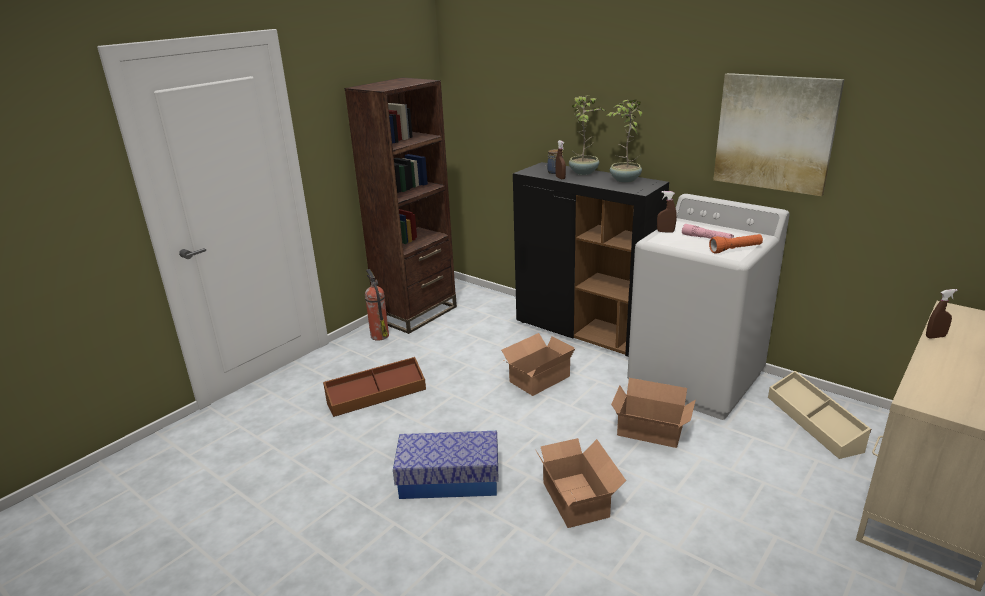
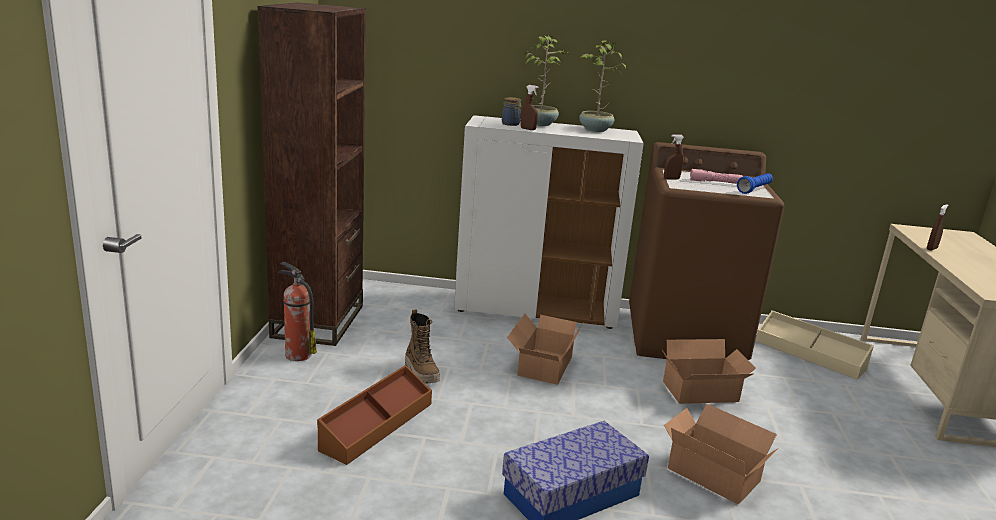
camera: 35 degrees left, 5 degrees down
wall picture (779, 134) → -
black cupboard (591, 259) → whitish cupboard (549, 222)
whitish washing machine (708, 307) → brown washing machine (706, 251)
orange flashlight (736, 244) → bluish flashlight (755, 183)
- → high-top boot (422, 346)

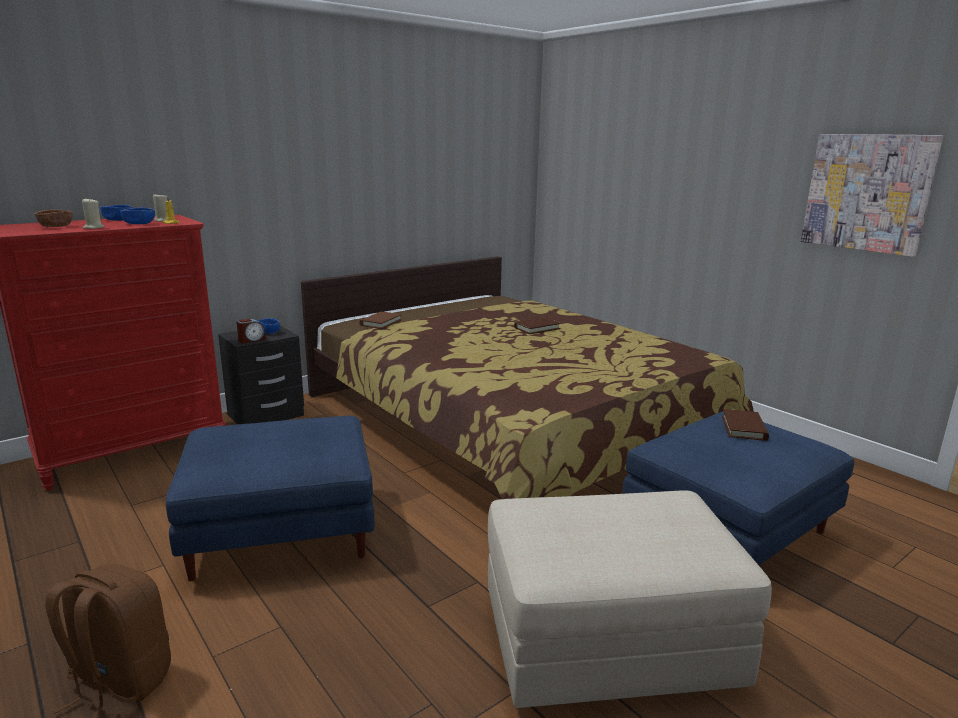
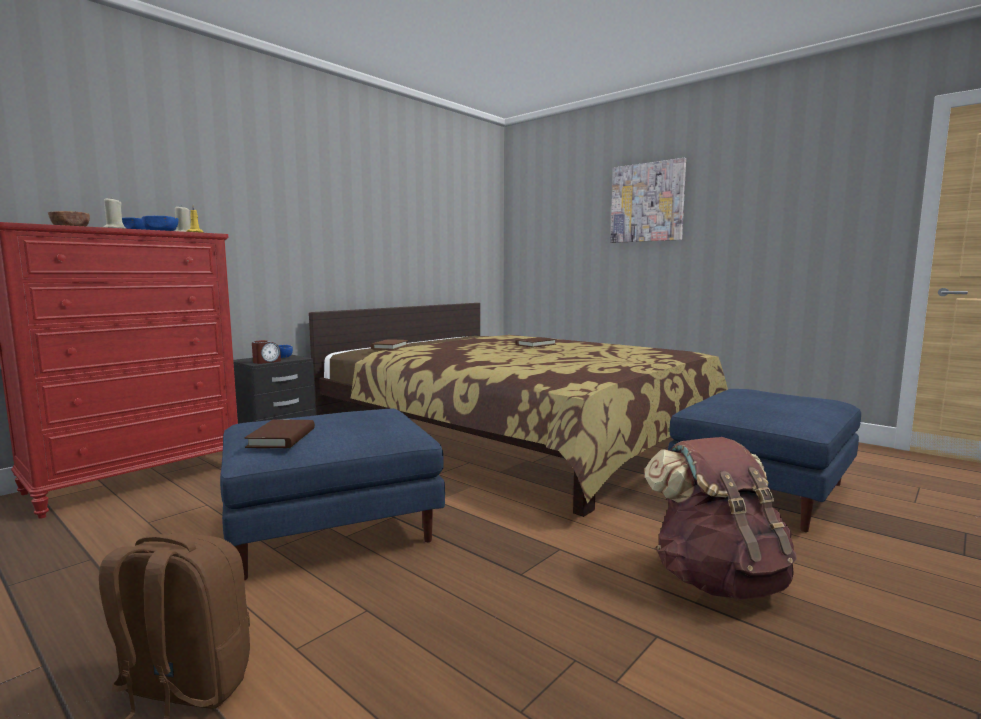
camera: 10 degrees left, 10 degrees down
wall picture (872, 195) → wall picture (648, 200), moved
brown volume (745, 425) → brown volume (279, 434), moved
beige-coloured ottoman (630, 599) → brown backpack (721, 518)

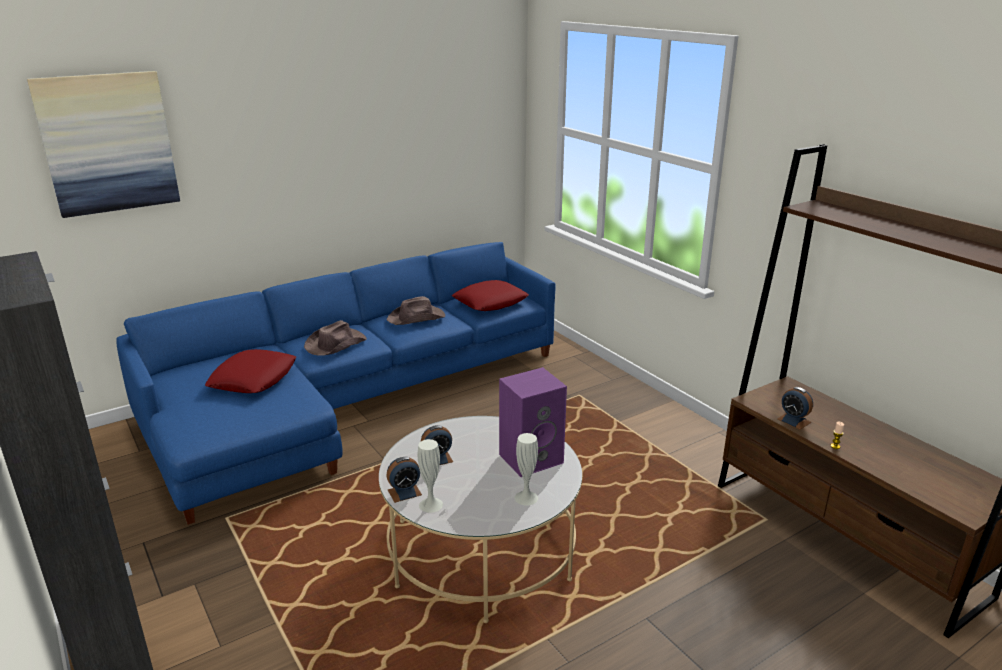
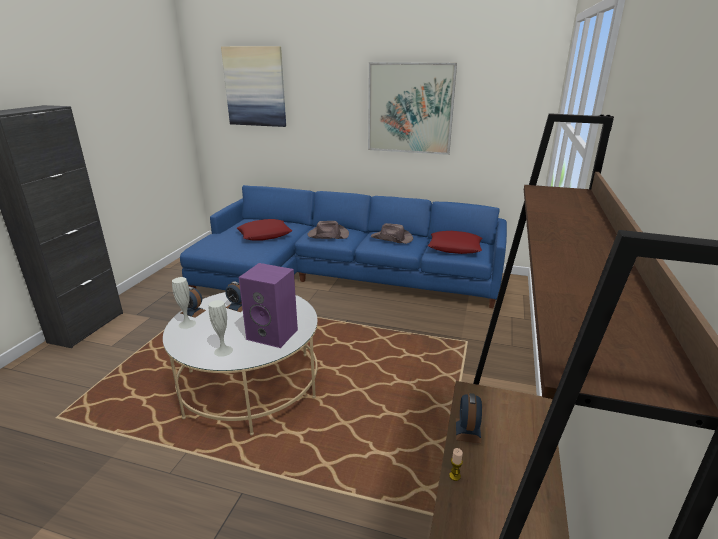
camera: 50 degrees right, 0 degrees up
- → wall picture (412, 108)

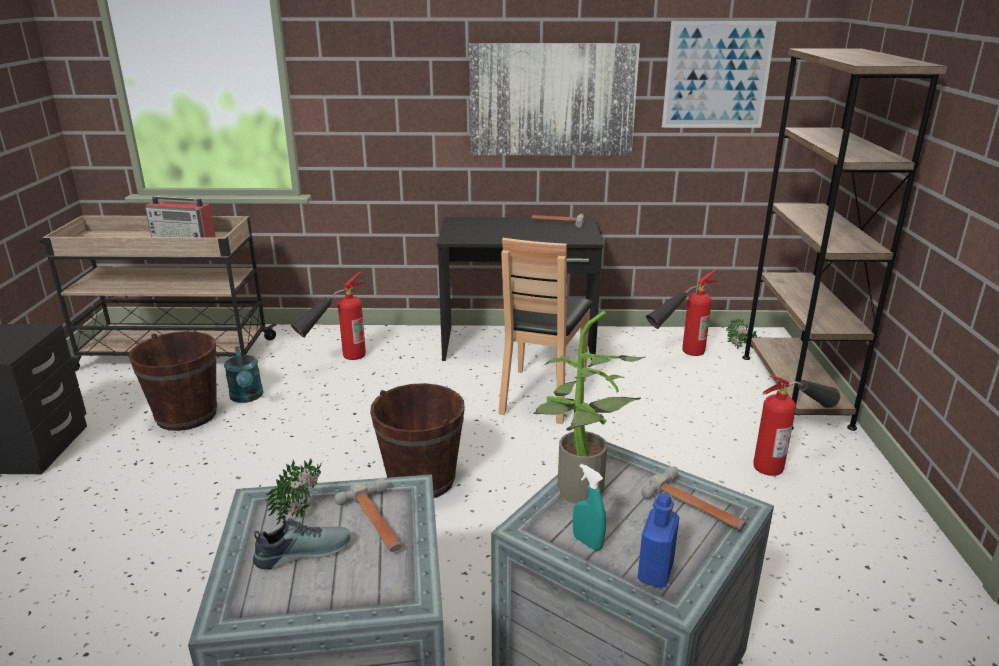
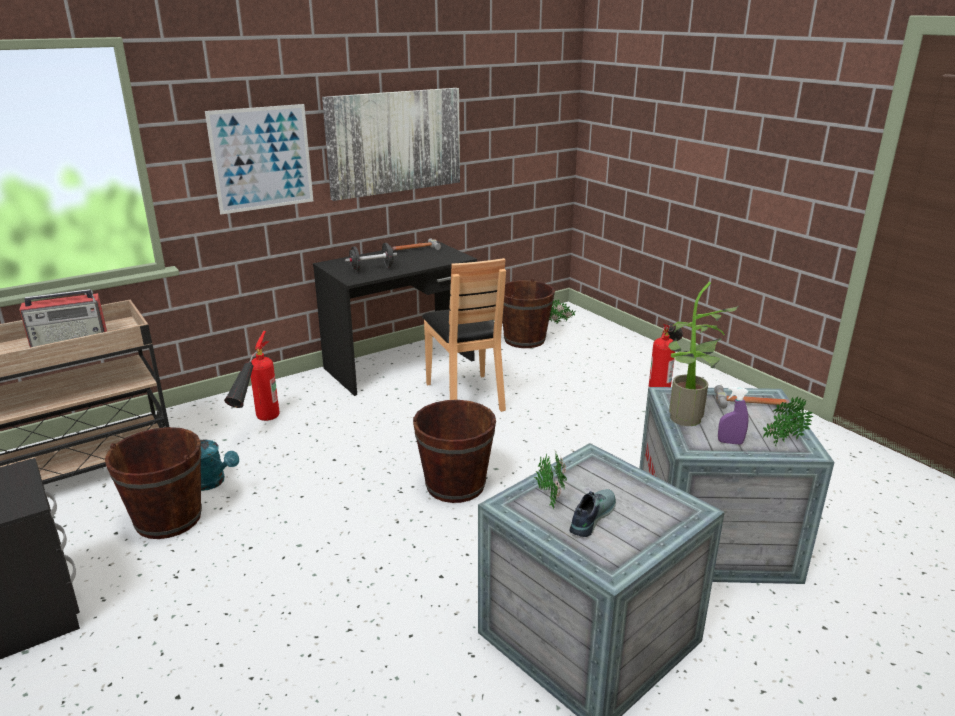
camera: 35 degrees left, 0 degrees up
wall picture (719, 74) → wall picture (259, 159), moved
brown bookcase (844, 239) → -
fire extinguisher (682, 313) → brown pail (528, 313)
turquoise sprayer (589, 507) → purple sprayer (733, 416)
hand hammer (368, 514) → -
bluish beverage bottle (658, 540) → potted plant (788, 421)
- → black free weight (371, 257)

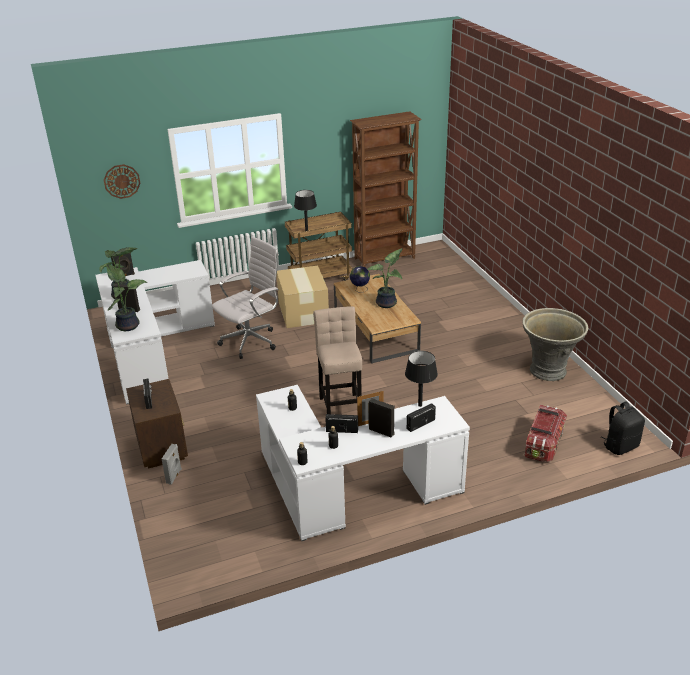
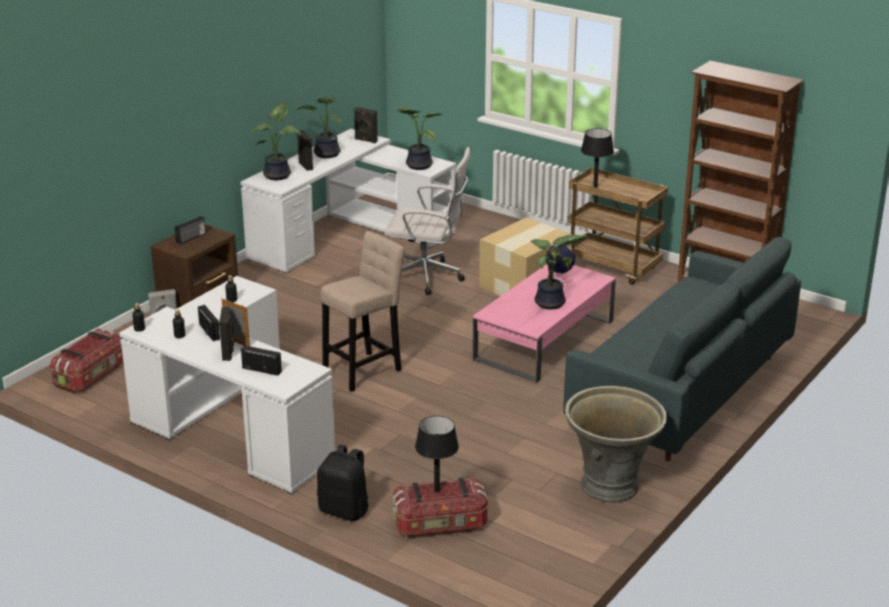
camera: 55 degrees right, 5 degrees down
clock on the wall (122, 181) → -
brown coffee table (377, 319) → pink-coloured coffee table (544, 323)
black table lamp (421, 379) → black table lamp (437, 454), moved
black backpack (623, 428) → black backpack (343, 482), moved
- → potted plant (419, 138)
- → grey sofa (682, 349)
- → storage bin (86, 360)

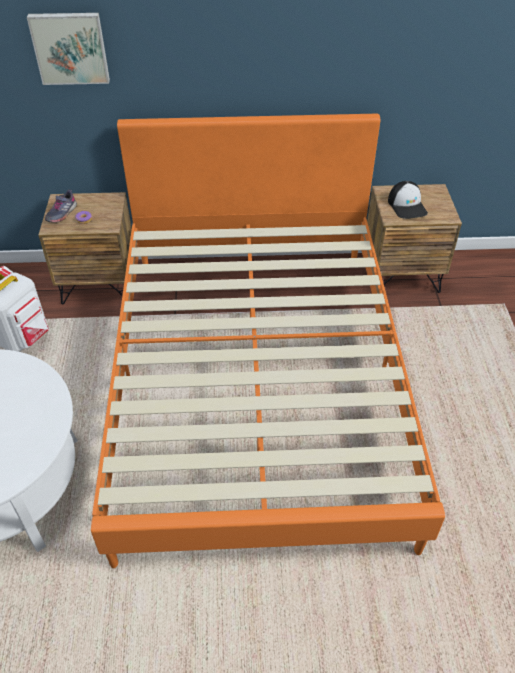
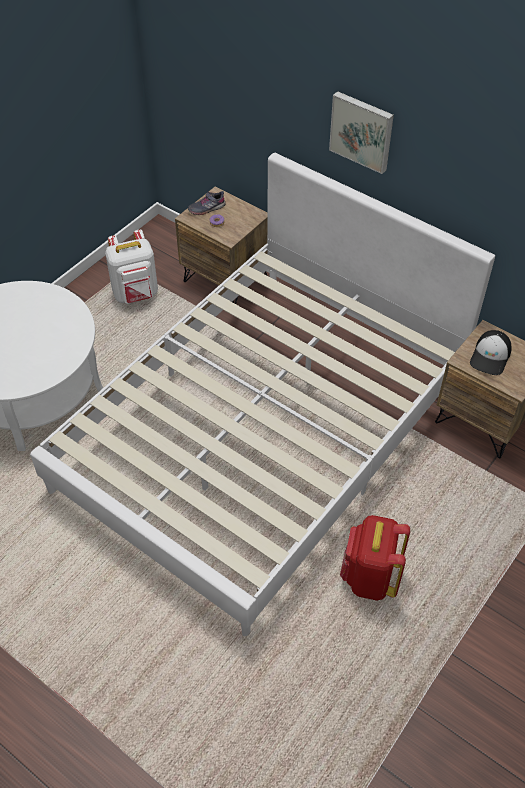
camera: 40 degrees right, 5 degrees up
wall picture (68, 49) → wall picture (361, 132), moved
orange sleeping bed (268, 340) → whitish sleeping bed (262, 394)
- → red backpack (375, 558)

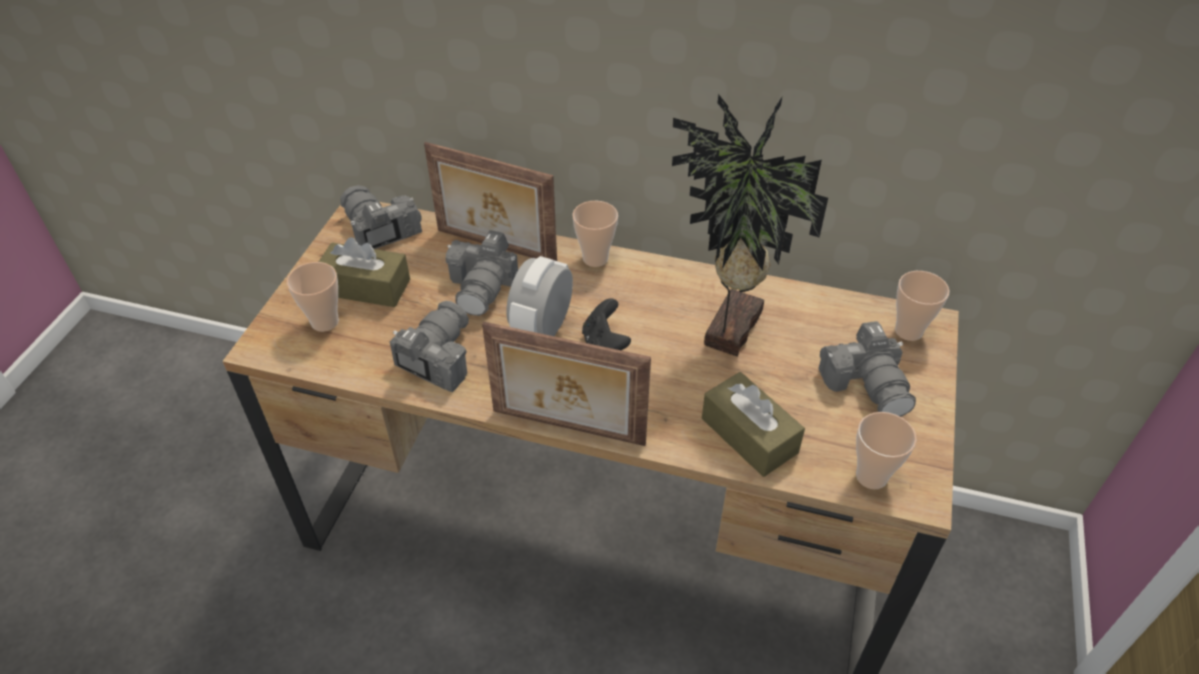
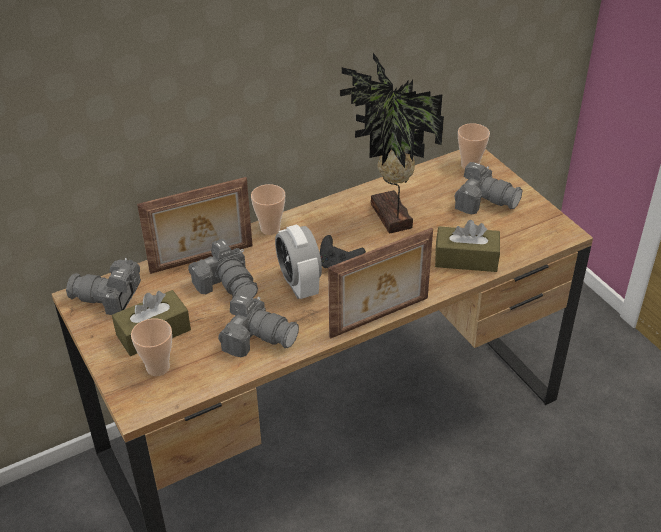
camera: 45 degrees left, 5 degrees down
photo camera (429, 347) → photo camera (258, 325), 135 degrees clockwise
small cup (886, 450) → -

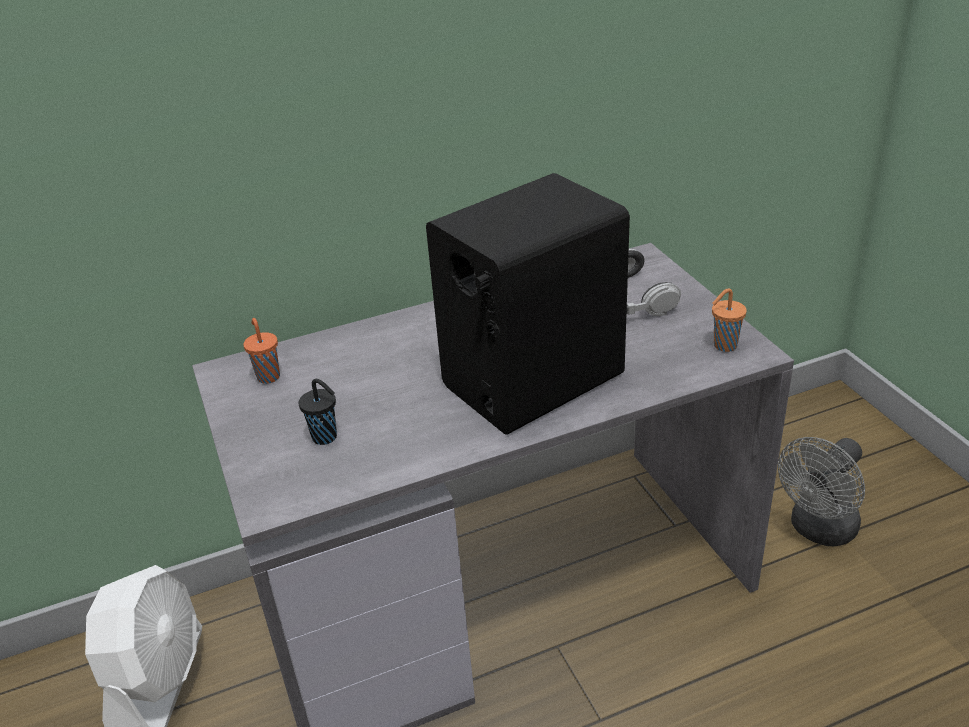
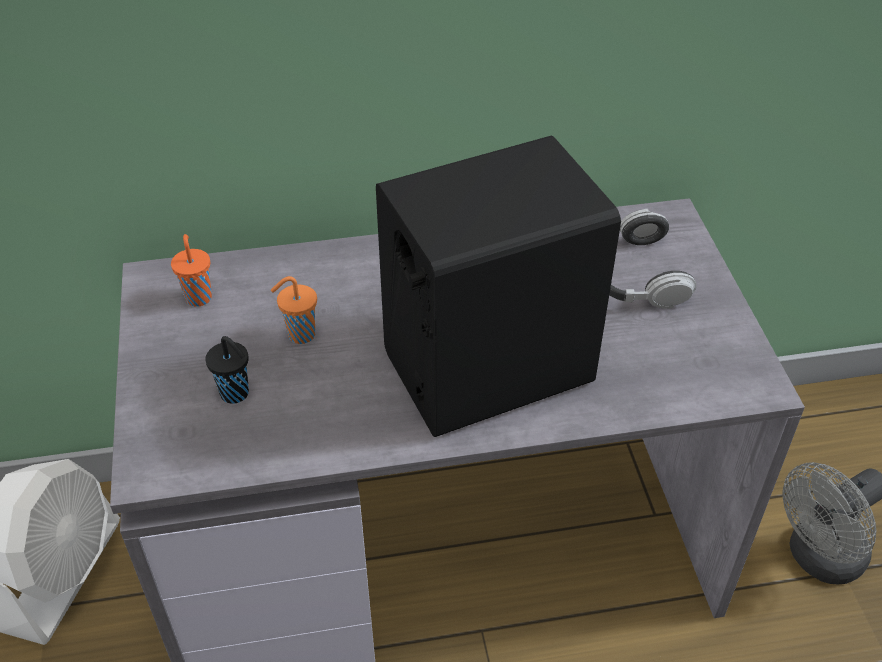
camera: 10 degrees right, 10 degrees up
orange small cup (729, 320) → orange small cup (294, 310), moved

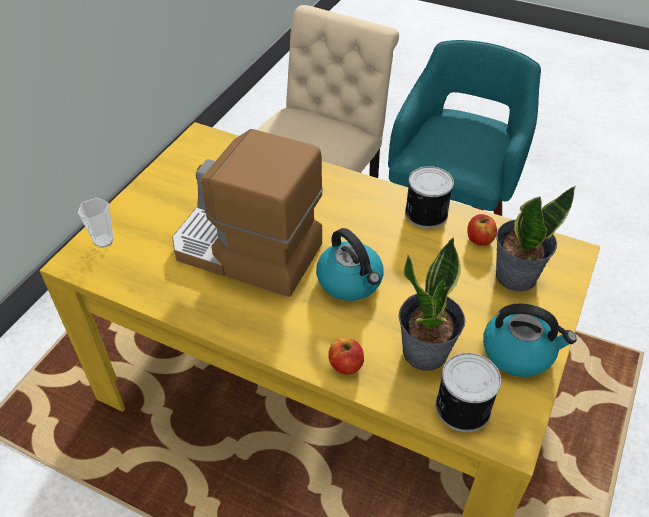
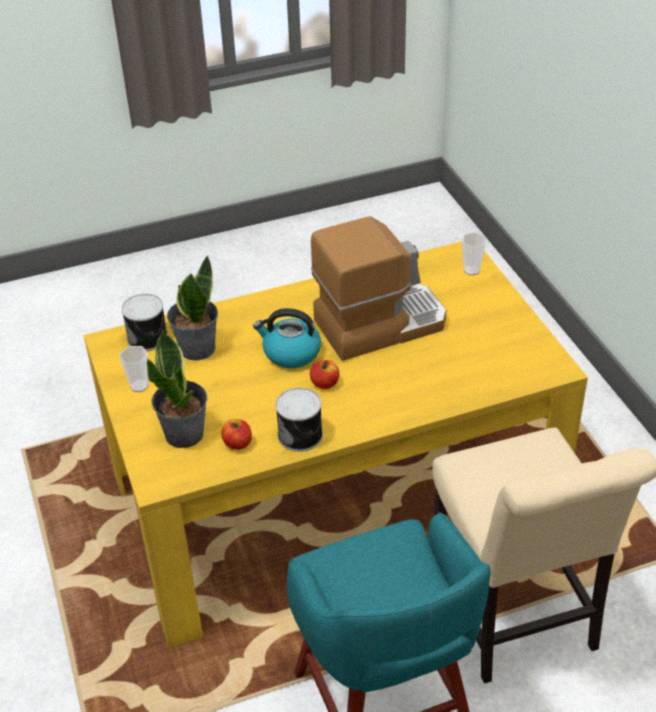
camera: 135 degrees right, 5 degrees down
kettle (530, 340) → small cup (134, 369)
whole apple (346, 356) → whole apple (324, 374), moved

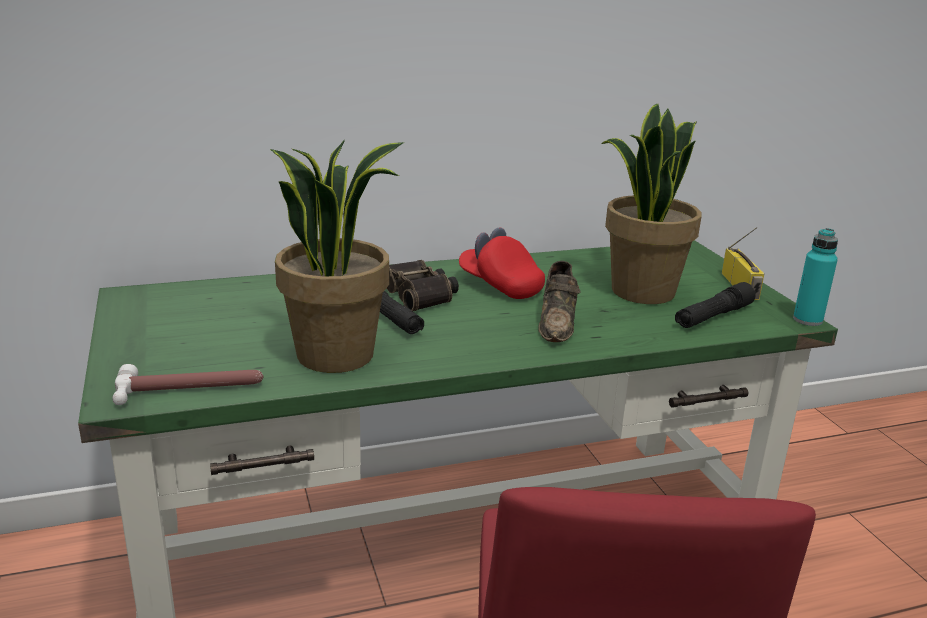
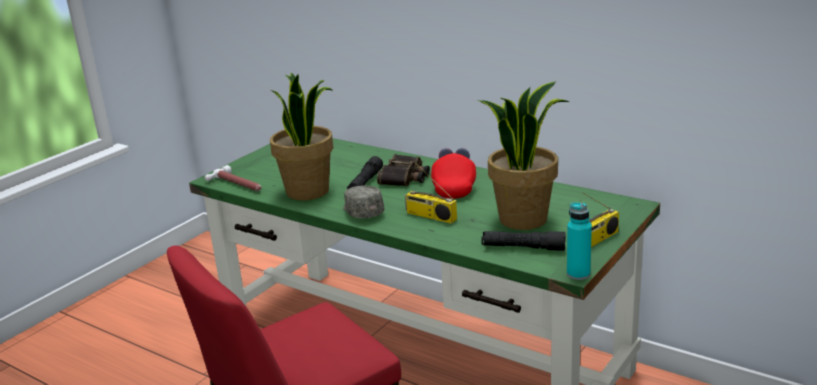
camera: 55 degrees right, 0 degrees up
brown low shoe (560, 301) → radio (431, 193)
- → grey peaked cap (363, 202)

